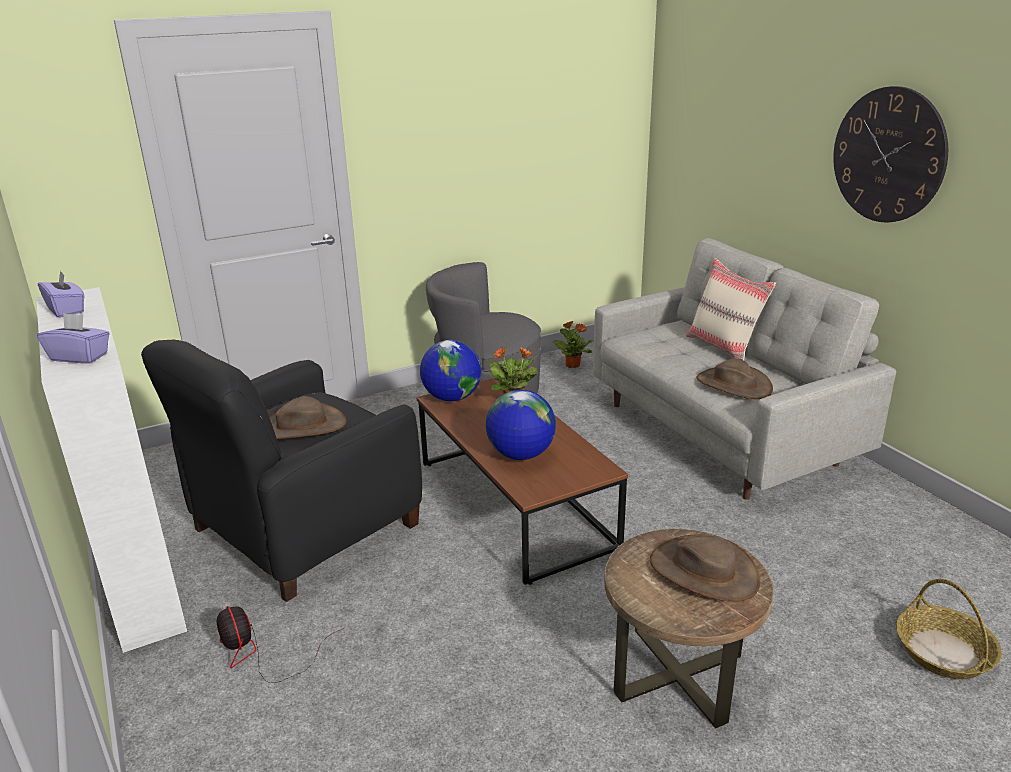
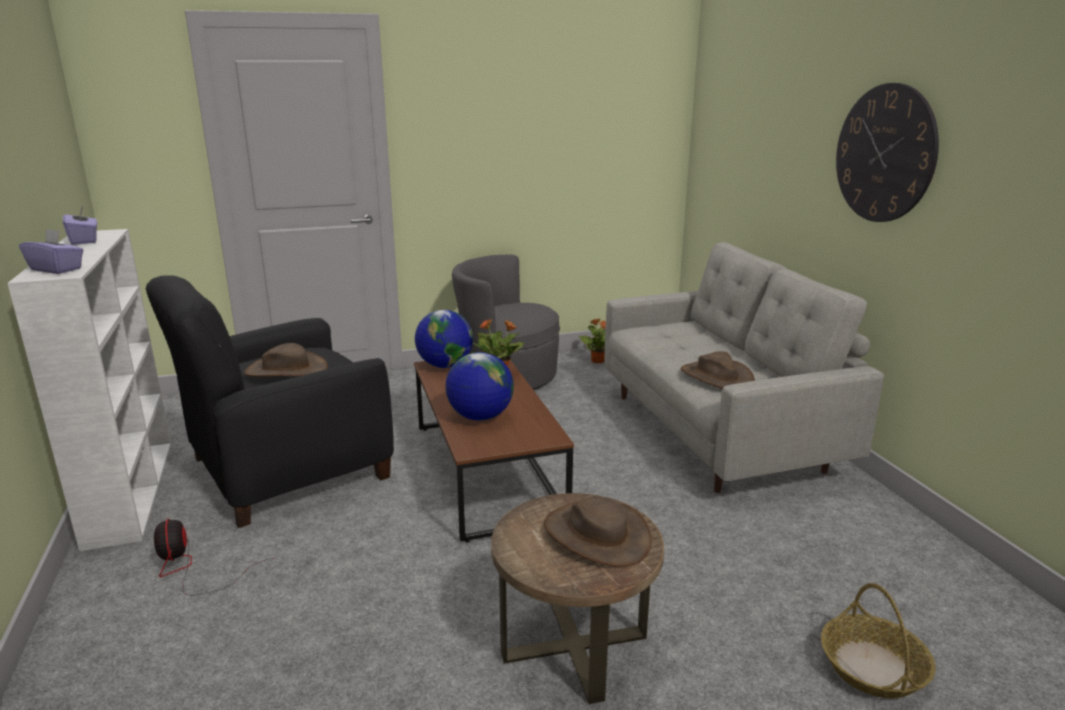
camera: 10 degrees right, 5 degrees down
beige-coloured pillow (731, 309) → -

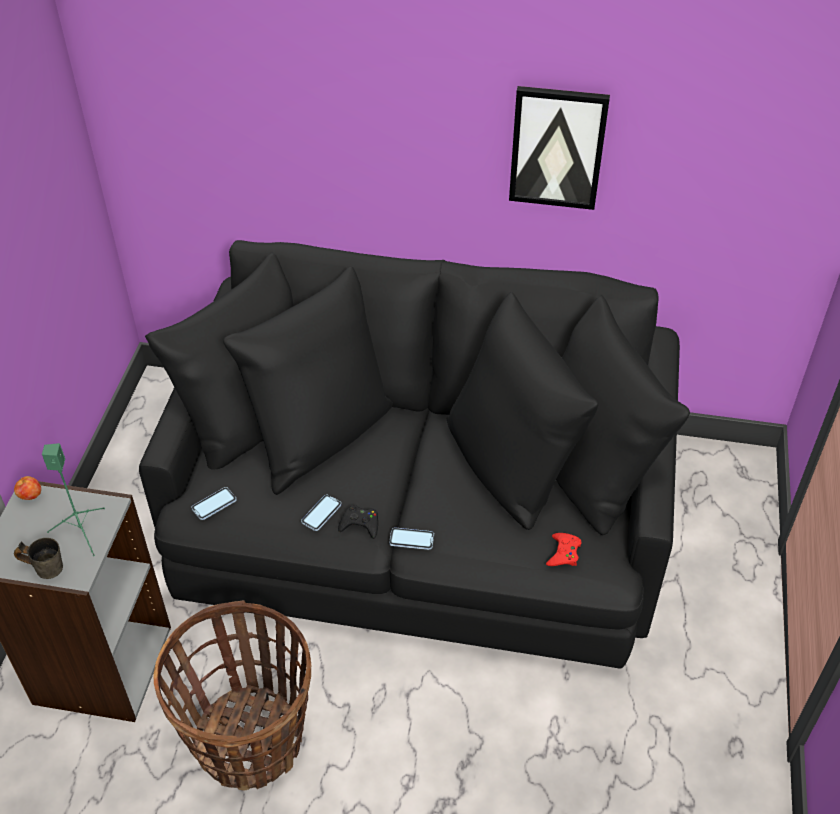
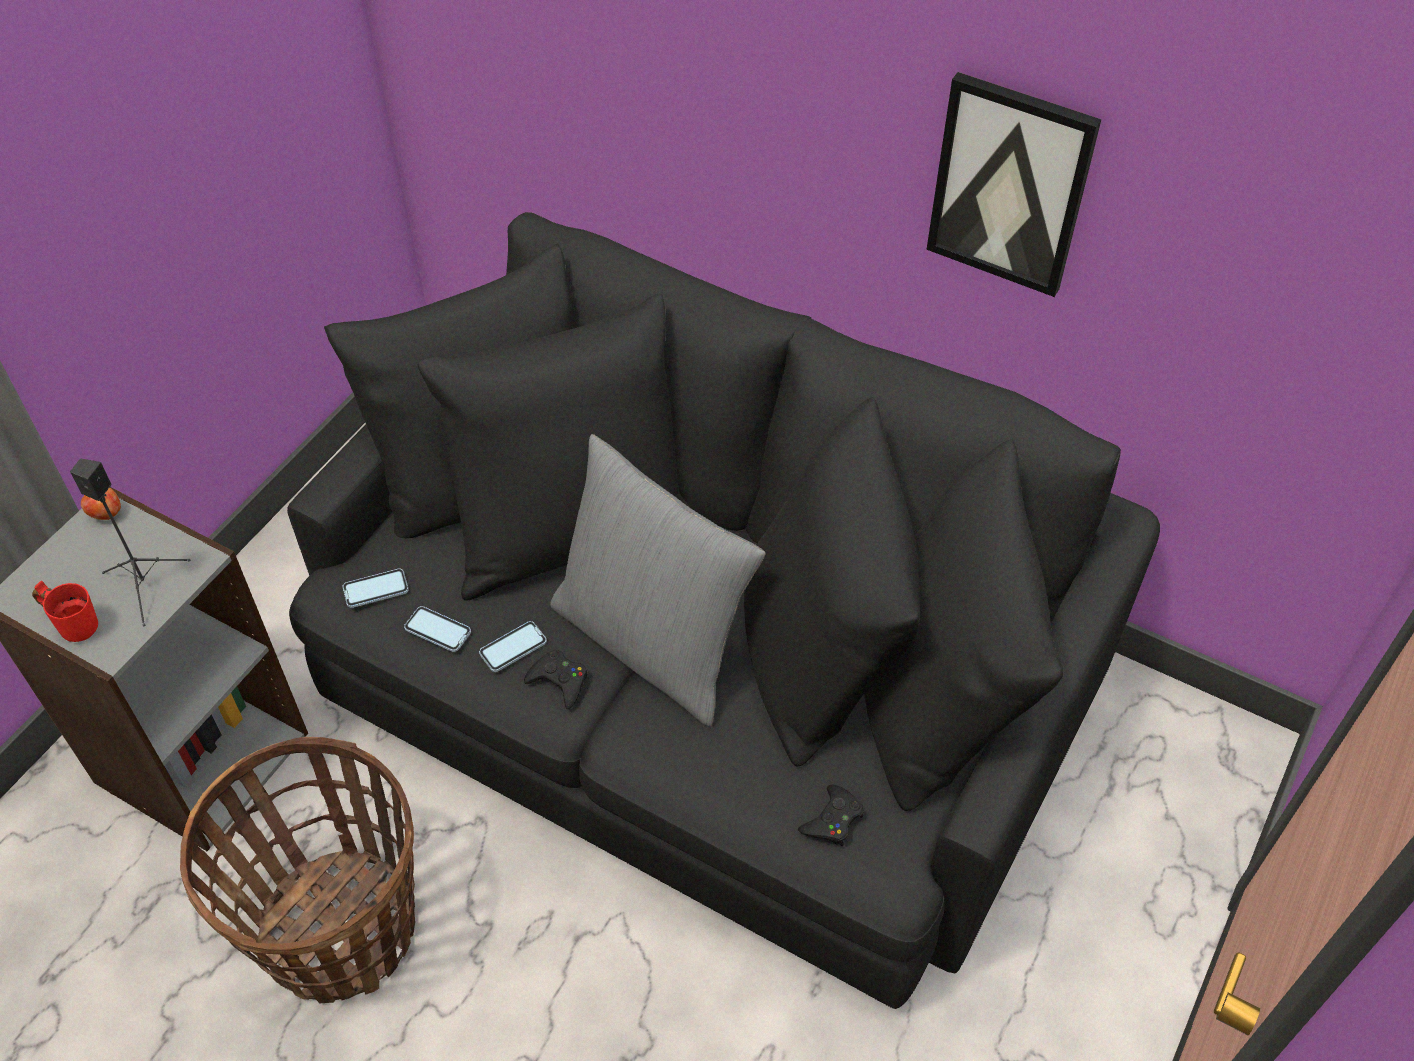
camera: 20 degrees right, 5 degrees up
green loudspeaker (73, 499) → black loudspeaker (130, 542)
handset (411, 538) → handset (437, 629), moved
red joypad (563, 549) → black joypad (831, 815)
grey tea mug (38, 558) → red tea mug (65, 611)
- → grey pillow (658, 580)

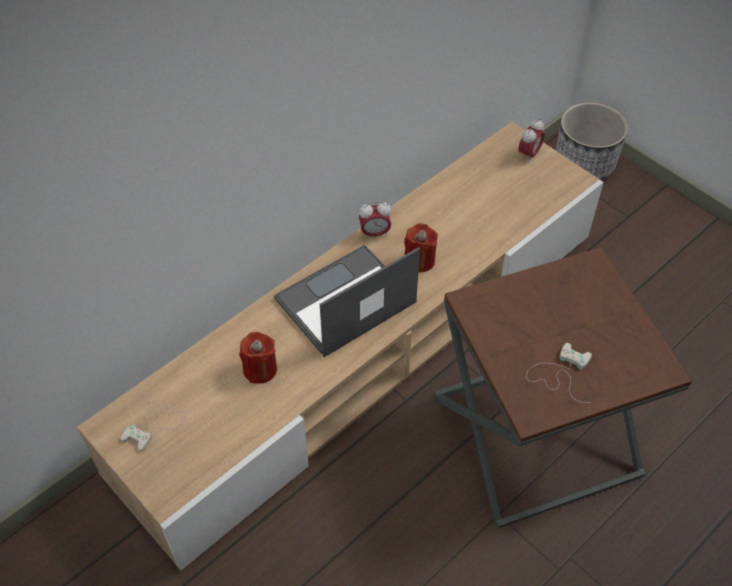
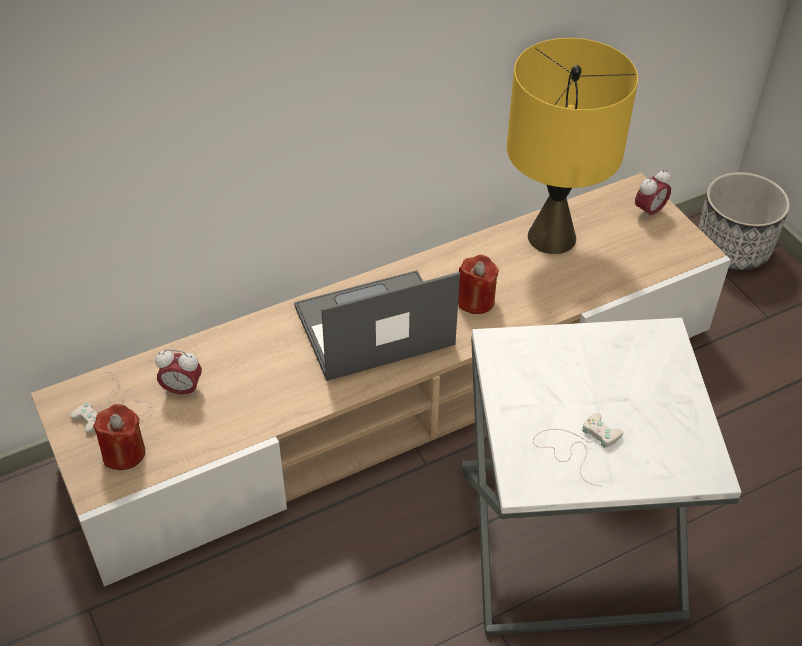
camera: 15 degrees right, 5 degrees down
bedside clock (375, 220) → bedside clock (178, 373), moved
brown end table (563, 387) → whitish end table (601, 476)
red wax candle (258, 358) → red wax candle (119, 437), moved
- → yellow-coloured table lamp (572, 146)

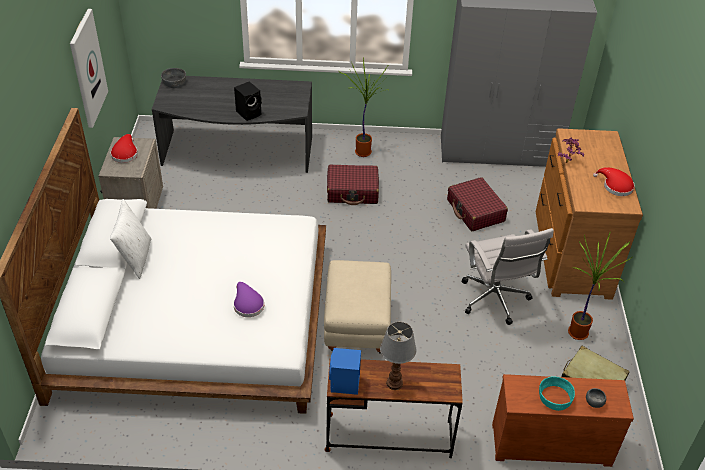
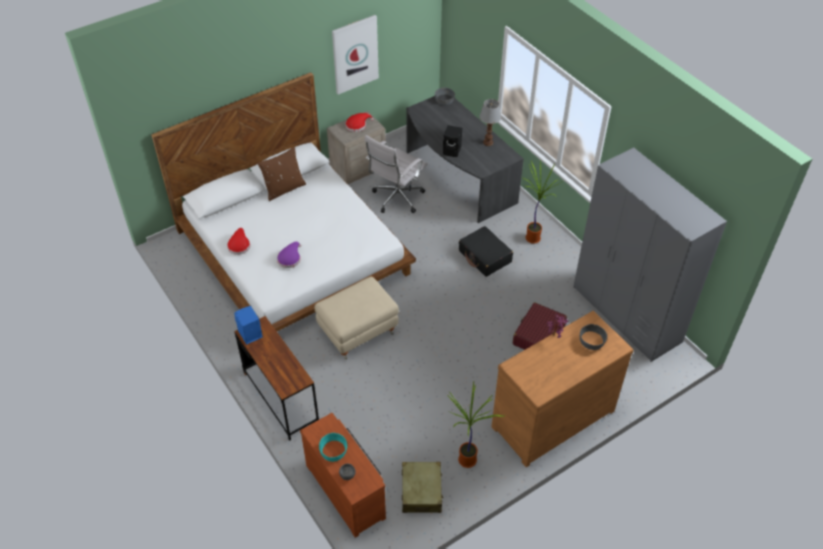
camera: 55 degrees right, 5 degrees up
red piece of luggage (353, 184) → black piece of luggage (486, 251)
red wearable hat (614, 181) → red wearable hat (238, 241), moved
whitish pillow (130, 239) → brown pillow (281, 174)
whitish office chair (508, 276) → whitish office chair (396, 174), moved
table lamp (398, 356) → table lamp (490, 122), moved
- → grey bowl (593, 337)

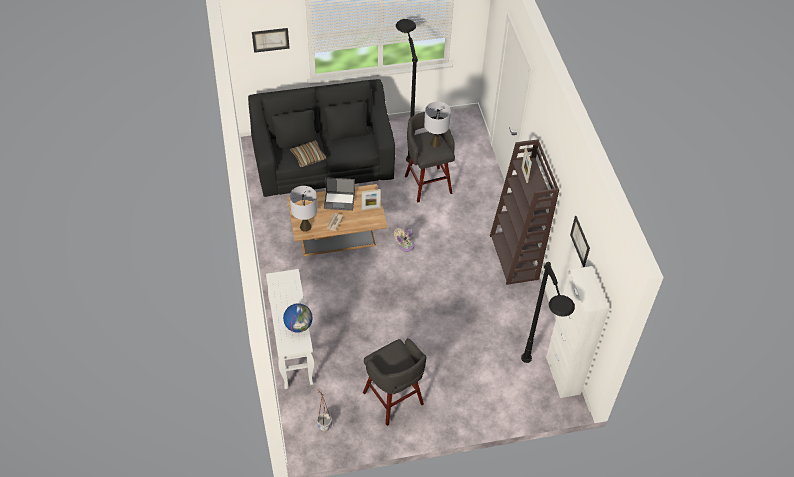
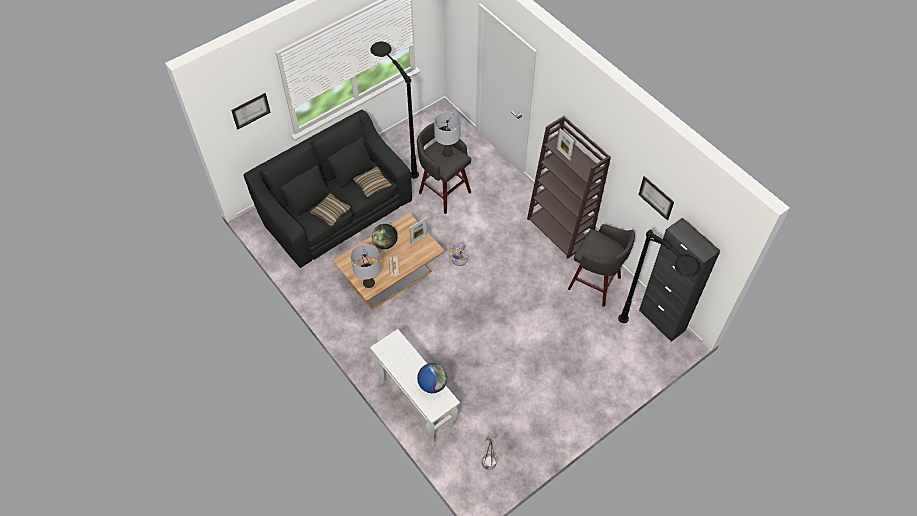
camera: 25 degrees left, 5 degrees up
laptop (339, 194) → globe (385, 236)
whitish cupboard (577, 332) → black cupboard (679, 280)
grey sitting stool (394, 382) → grey sitting stool (601, 265), moved
- → pillow (372, 182)

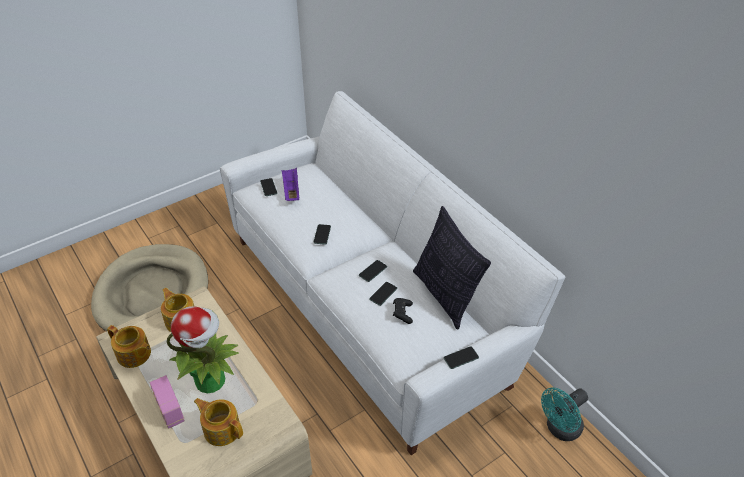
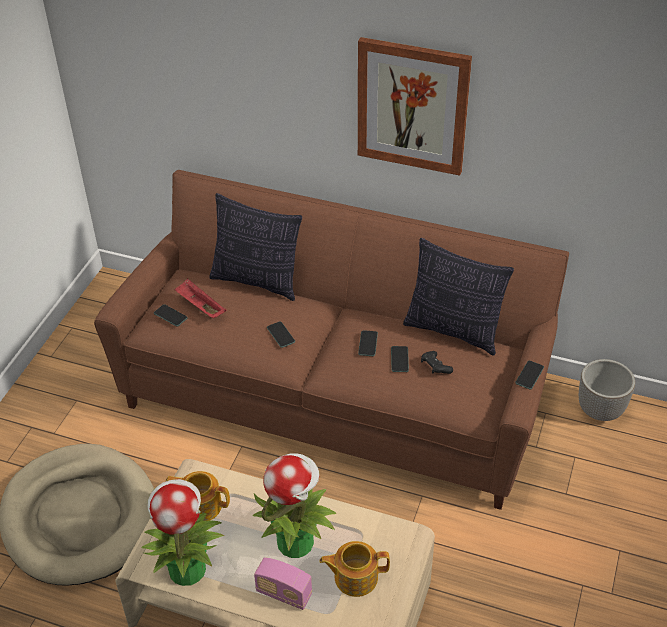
camera: 35 degrees left, 0 degrees up
whitish sofa (392, 273) → brown sofa (331, 340)
purple carrying tray (290, 184) → red carrying tray (200, 298)
tea pot (129, 346) → potted plant (182, 532)
turquoise electric fan (564, 414) → flower pot (607, 390)
- → wall picture (415, 106)
- → pillow (255, 247)

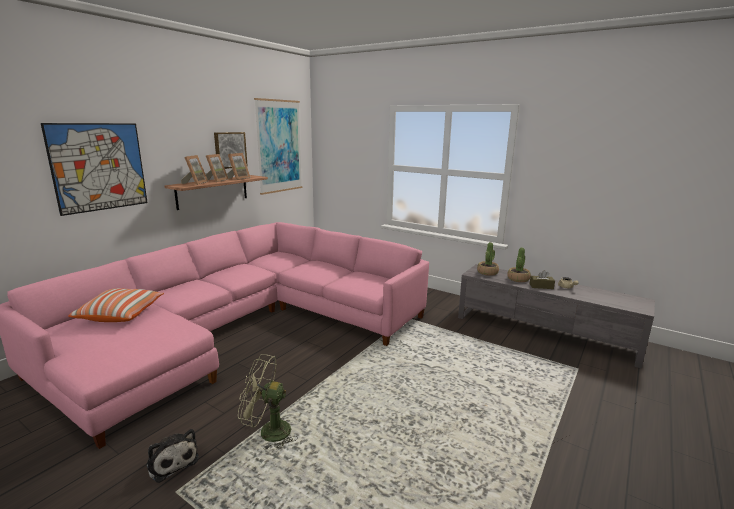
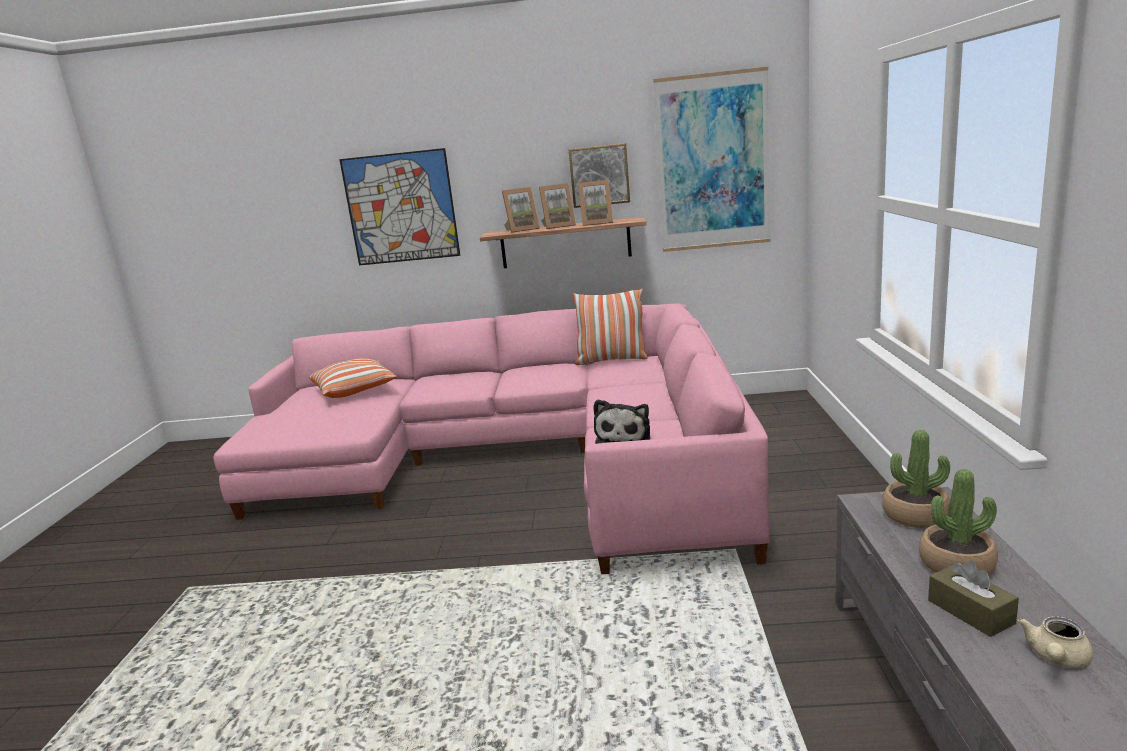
camera: 60 degrees right, 0 degrees up
green electric fan (268, 402) → -
plush toy (172, 456) → plush toy (622, 421), moved
- → pillow (610, 327)

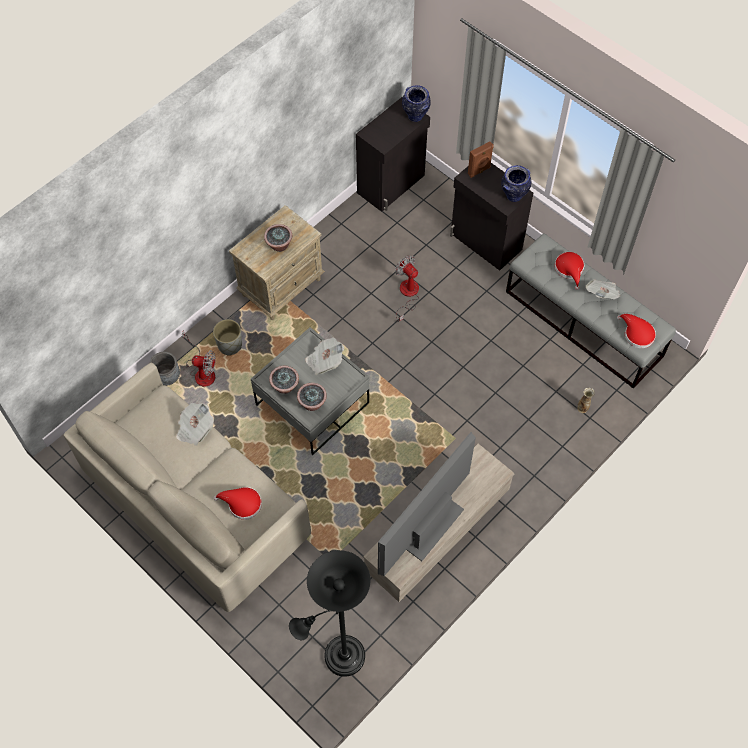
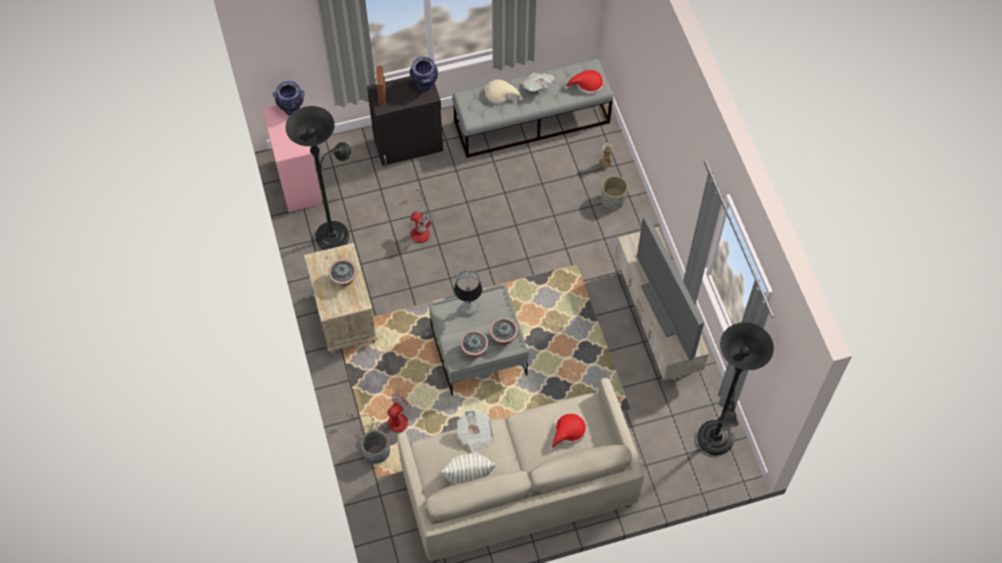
camera: 60 degrees left, 0 degrees up
black cupboard (393, 154) → pink-coloured cupboard (293, 158)
red wearable hat (569, 271) → beige-coloured wearable hat (504, 92)
electric fan (407, 288) → electric fan (421, 214), 135 degrees counterclockwise
grey flower pot (227, 337) → grey flower pot (615, 193), moved
daily paper (324, 356) → table lamp (468, 293)
- → black floor lamp (318, 178)
- → pillow (468, 468)

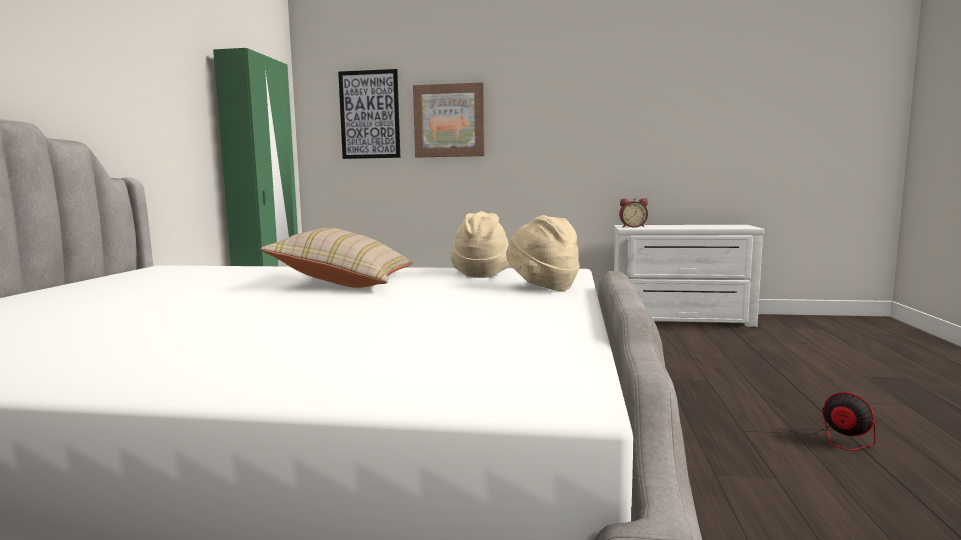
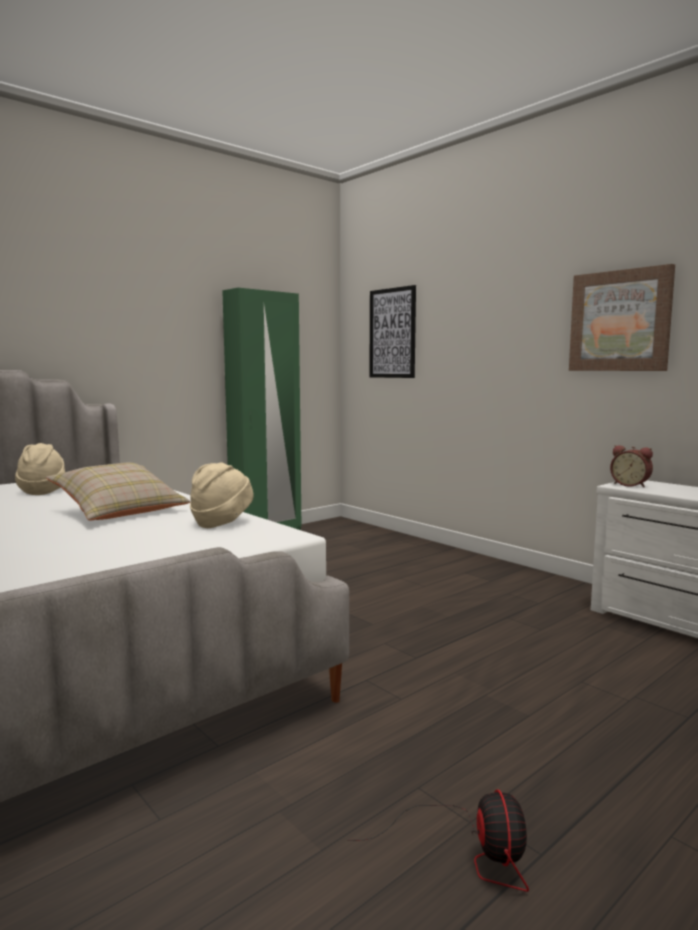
camera: 40 degrees right, 0 degrees up
wall picture (449, 120) → wall picture (622, 317), moved
beige-coloured wearable hat (543, 253) → beige-coloured wearable hat (40, 469), moved

